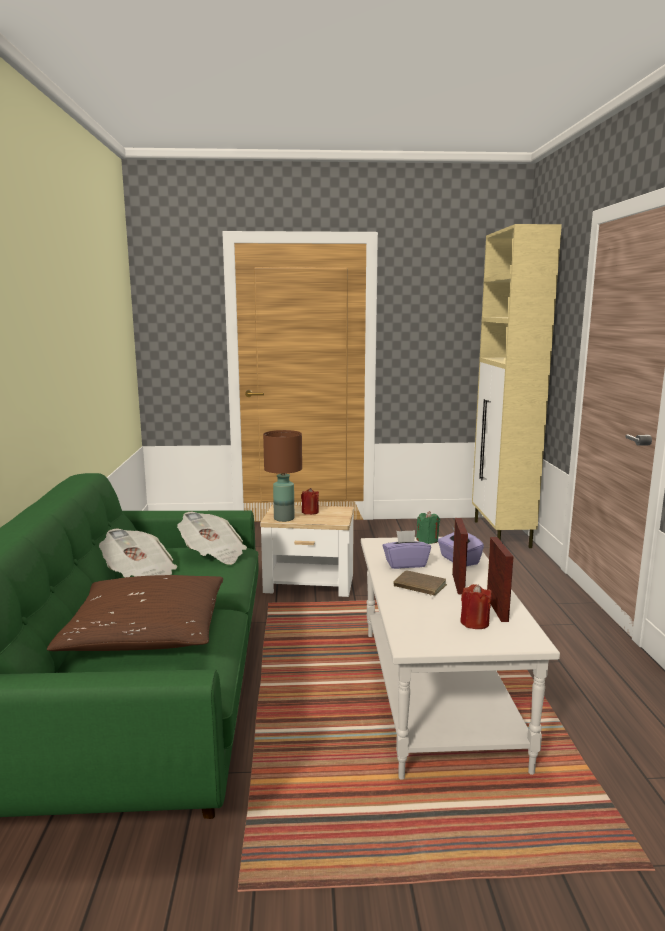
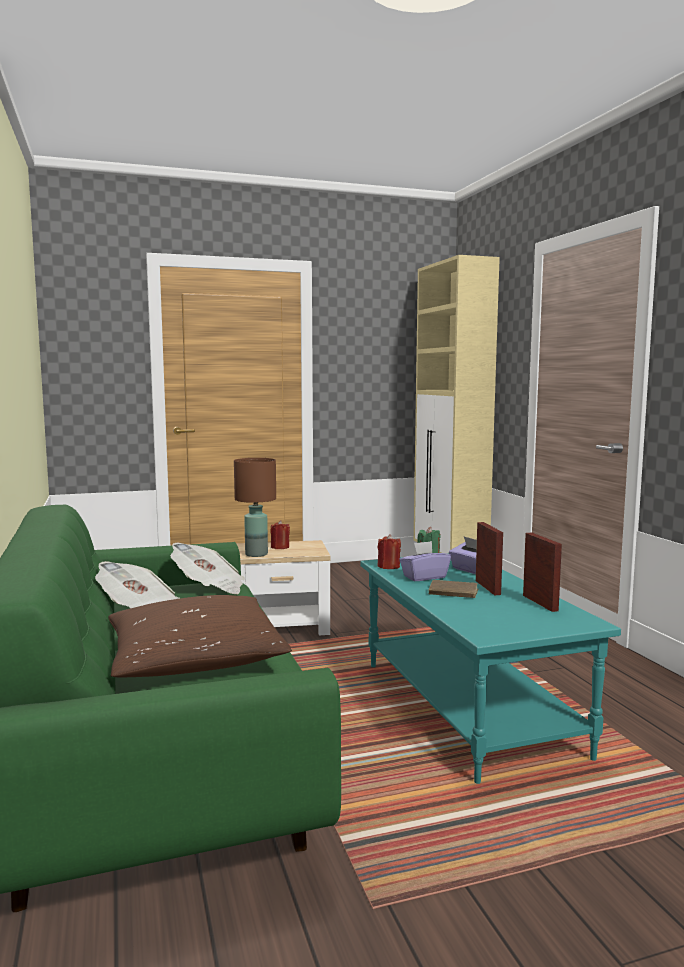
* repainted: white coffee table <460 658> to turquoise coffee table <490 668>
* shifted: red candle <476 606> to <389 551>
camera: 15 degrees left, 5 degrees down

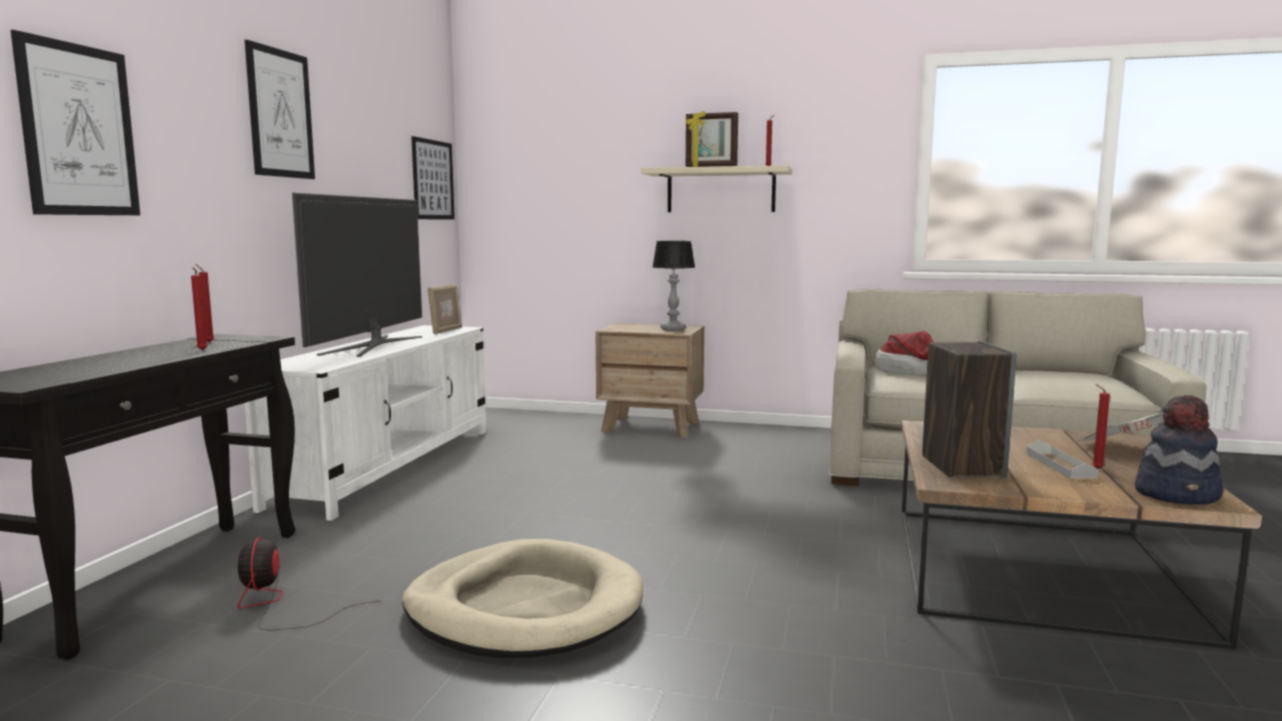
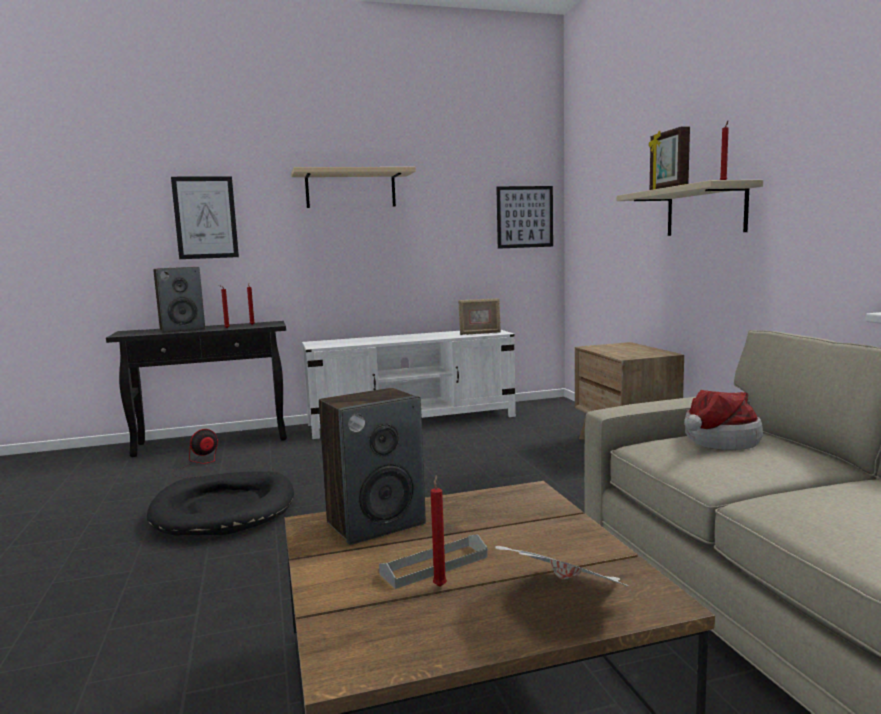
* swapped: picture <280 109> to beige shelf <353 187>
* gone: television <357 274>
* gone: table lamp <674 286>
* gone: hat <1179 450>
* repainted: beige dog bed <522 598> to black dog bed <220 503>
* new: speaker <179 300>
camera: 60 degrees right, 0 degrees up

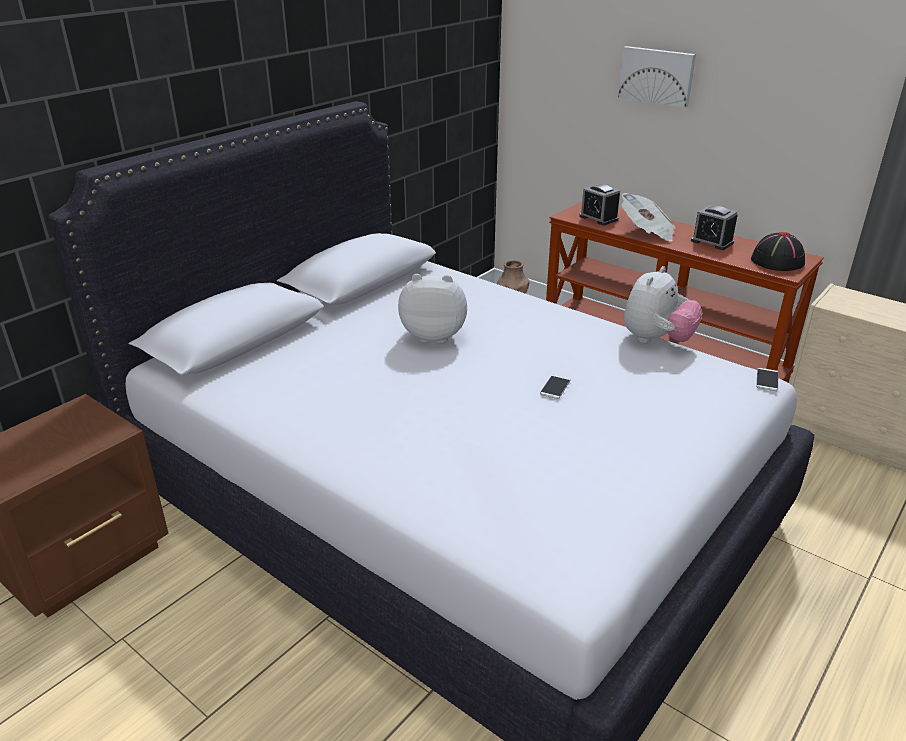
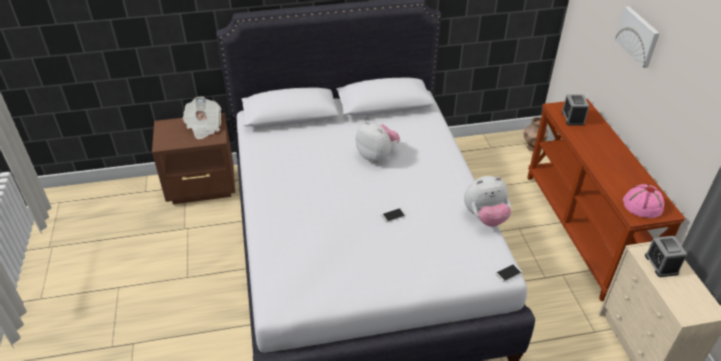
* shifted: newspaper <649 217> to <202 117>
* shifted: alarm clock <714 227> to <666 256>
* repainted: black hat <778 251> to pink hat <643 201>
camera: 40 degrees right, 10 degrees up

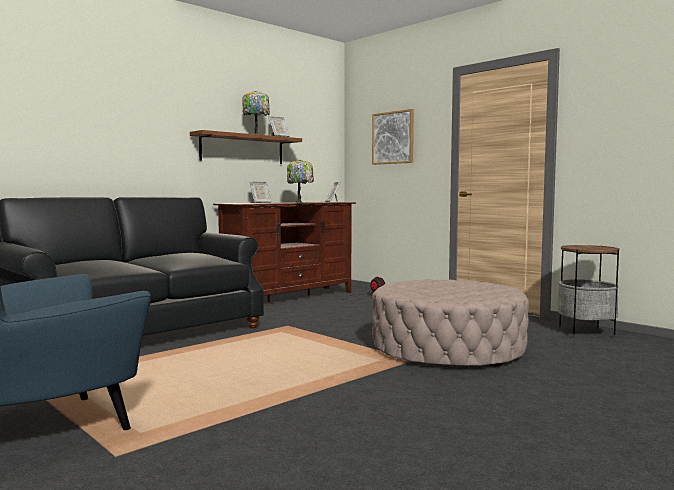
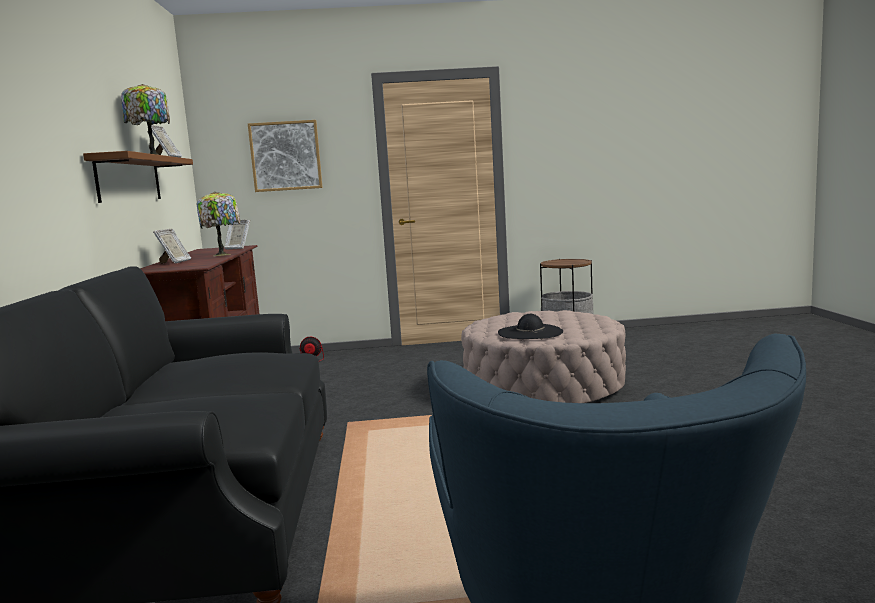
* new: black hat <530 326>
camera: 50 degrees left, 5 degrees up

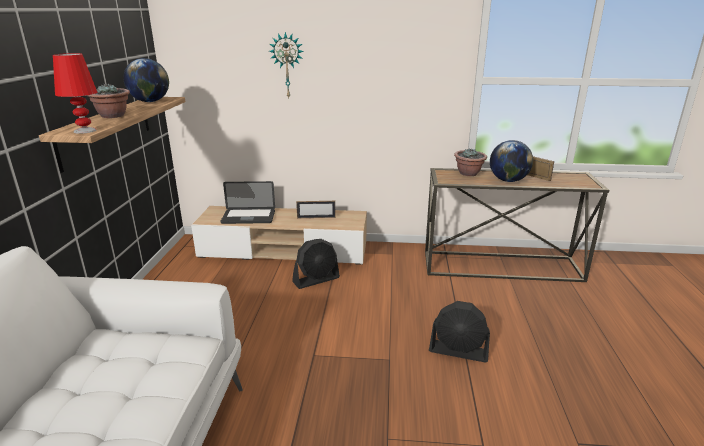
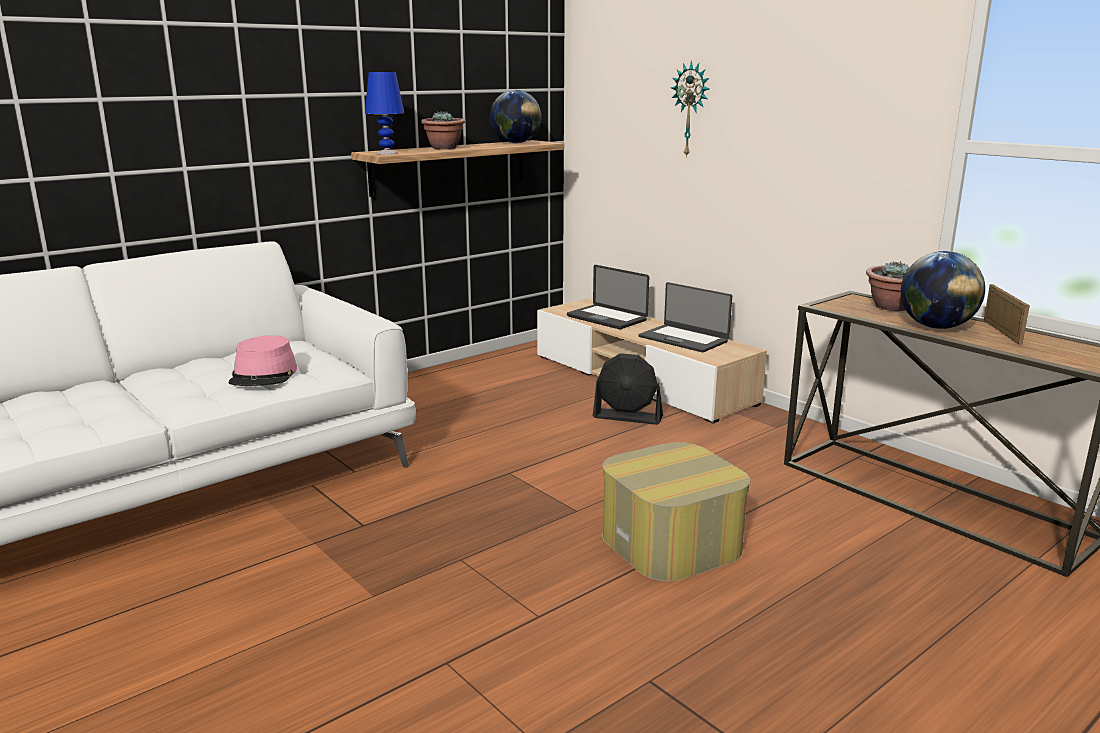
* repainted: red table lamp <75 93> to blue table lamp <384 113>
* swapped: picture frame <316 209> to laptop <685 317>
* swapped: black fan <459 331> to ottoman <676 511>
* new: pink hat <263 360>
camera: 45 degrees right, 5 degrees down

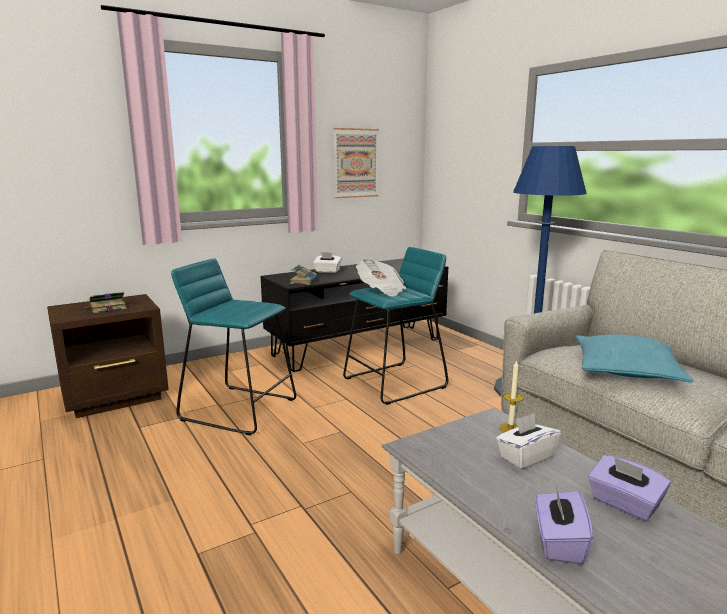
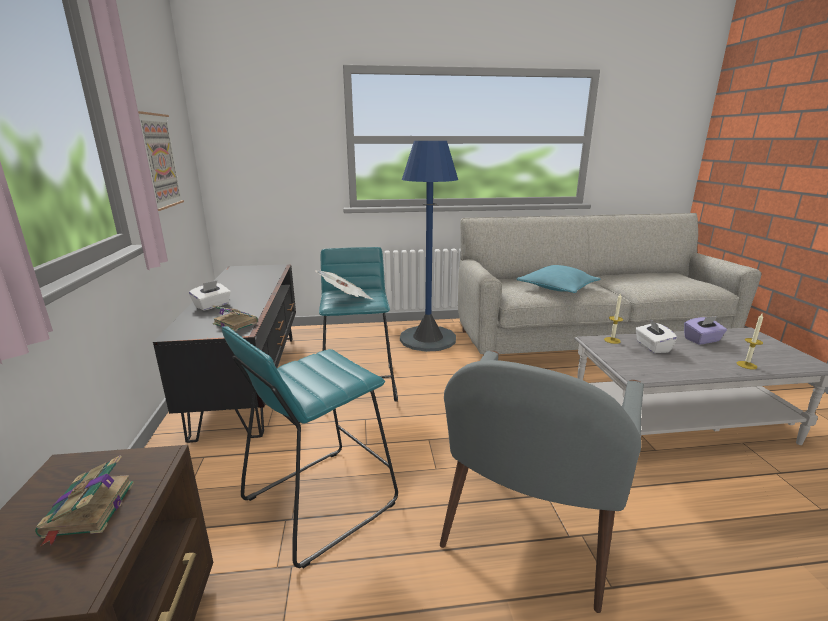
* swapped: purple tissue box <564 525> to candle <750 341>
* new: grey armchair <542 482>
camera: 65 degrees left, 5 degrees up

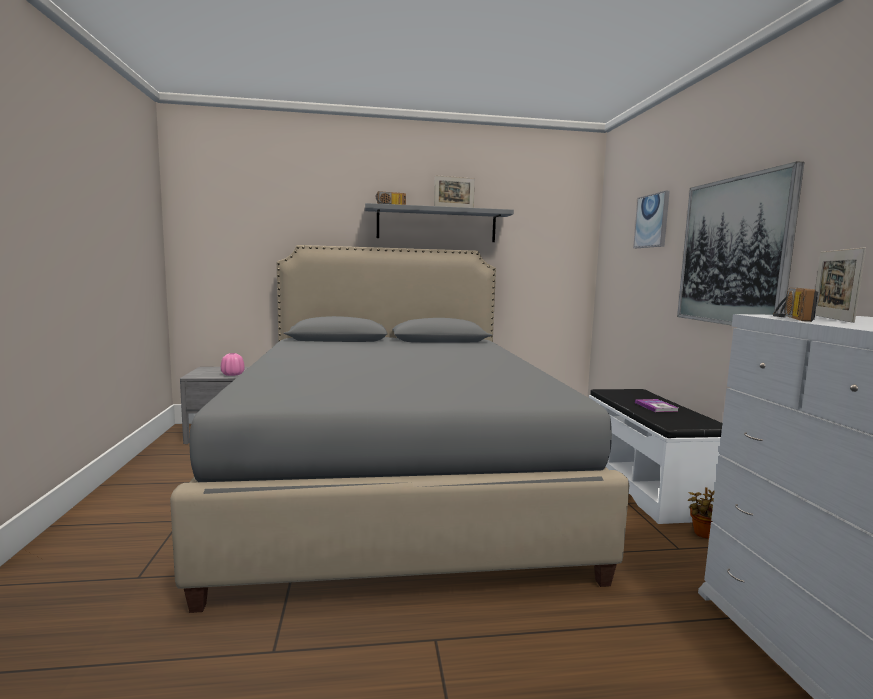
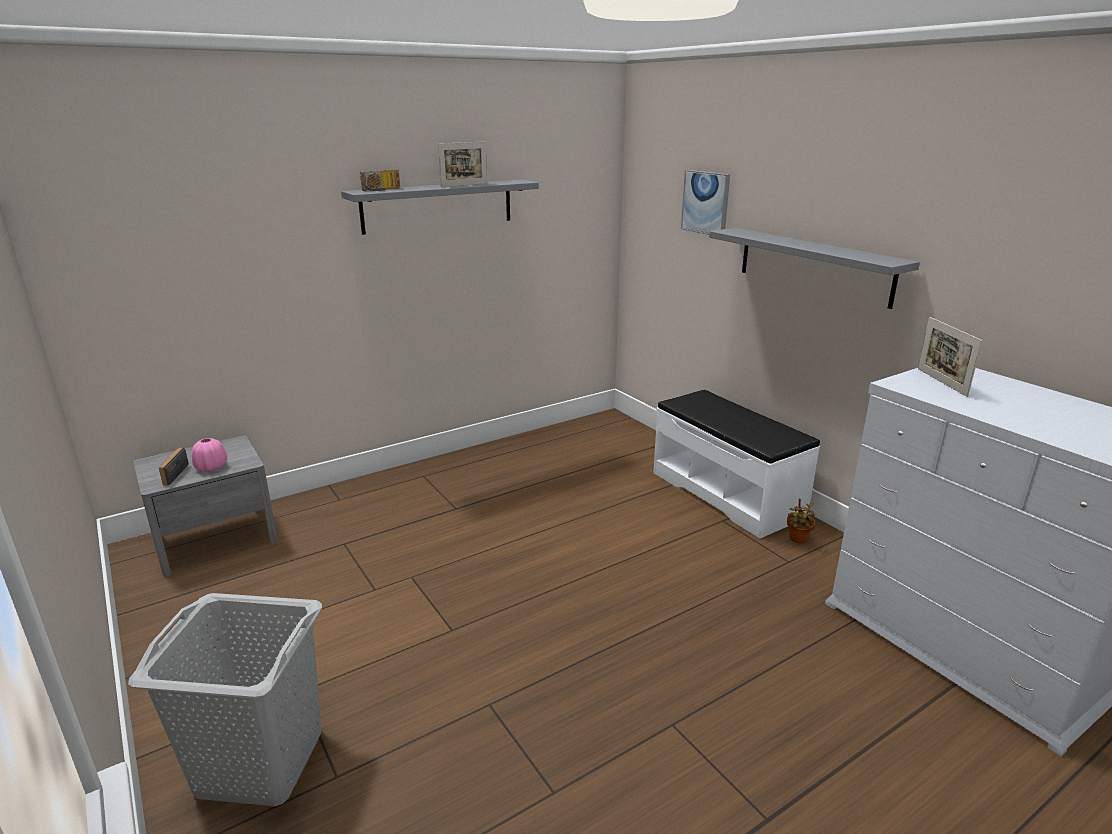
* swapped: picture <740 243> to grey shelf <814 268>
* gone: grey bed <399 429>
* shifted: radio <795 305> to <174 467>
* gone: book <656 405>
* new: grey laundry basket <225 699>
camera: 25 degrees left, 15 degrees up

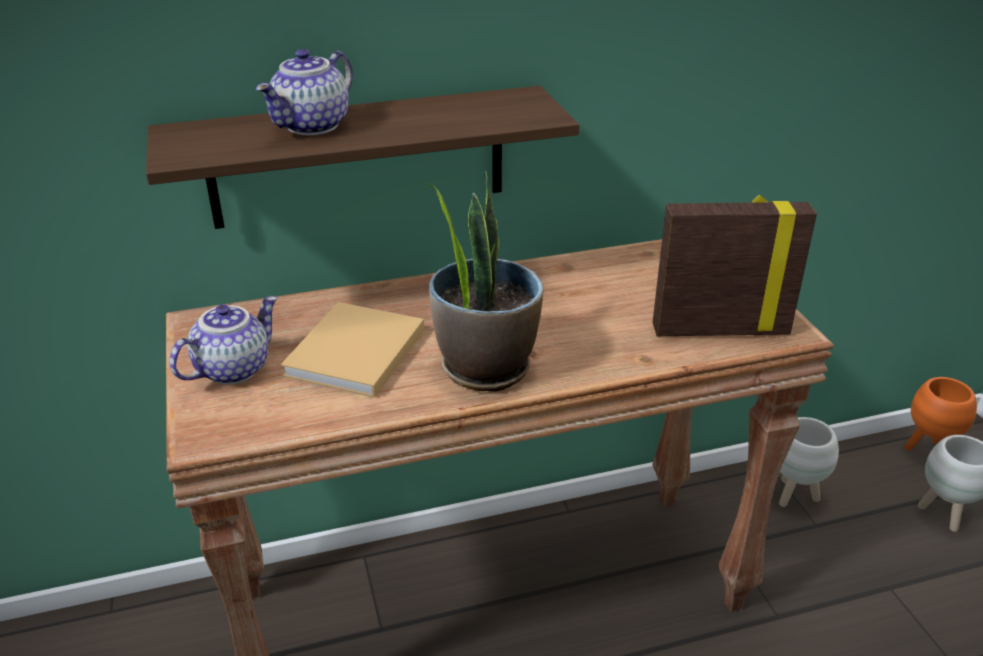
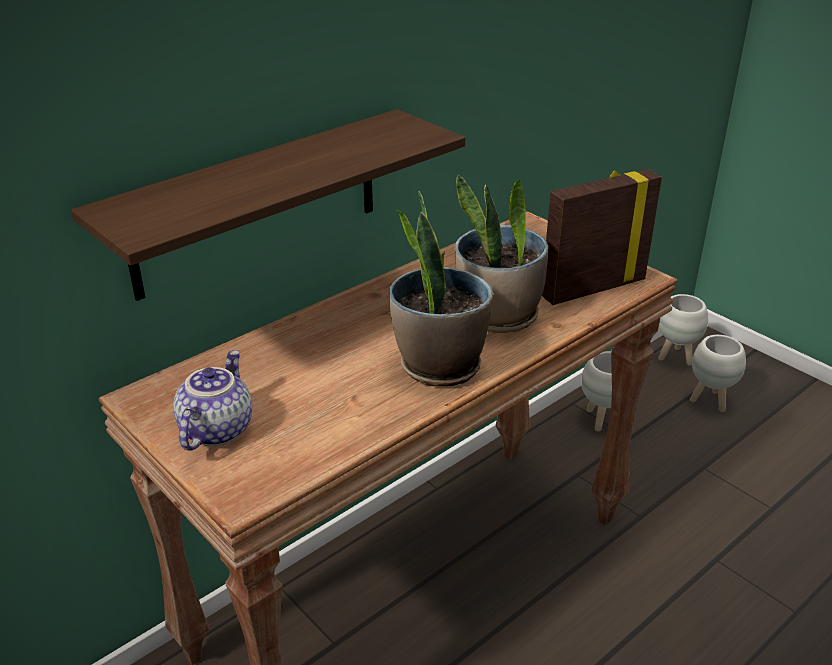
* gone: teapot <304 92>
* gone: beige book <352 350>
* repainted: orange planter <940 413> to white planter <683 330>
* new: potted plant <501 254>
camera: 25 degrees left, 0 degrees up

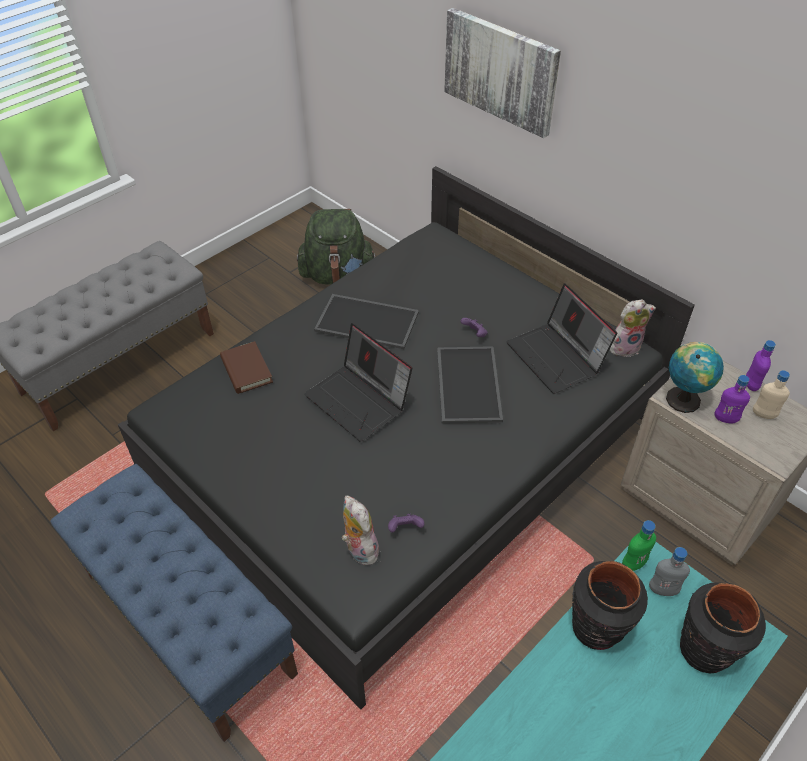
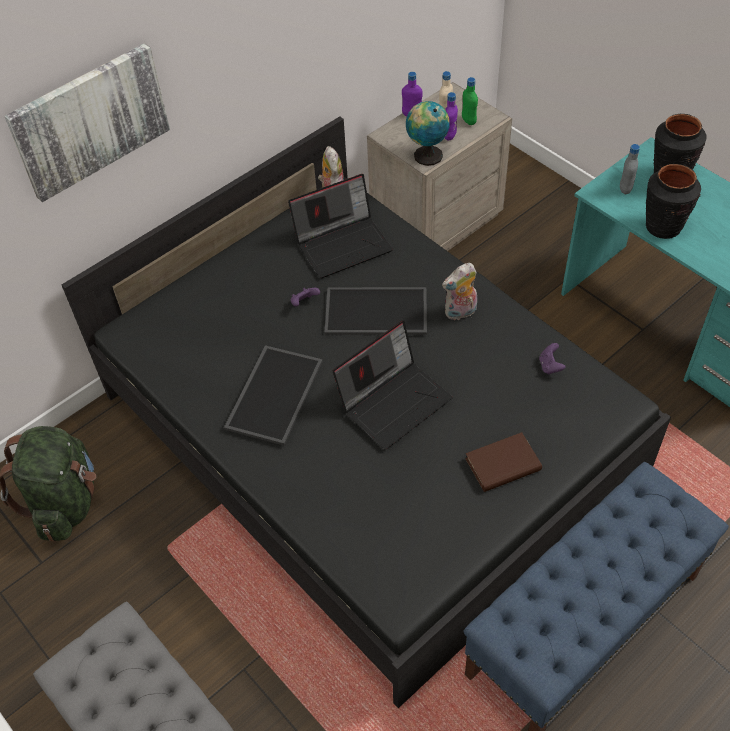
* shifted: brown book <246 367> to <503 462>
* shifted: plush toy <360 530> to <459 291>
* shifted: green bottle <639 545> to <470 101>
camera: 85 degrees left, 5 degrees up

